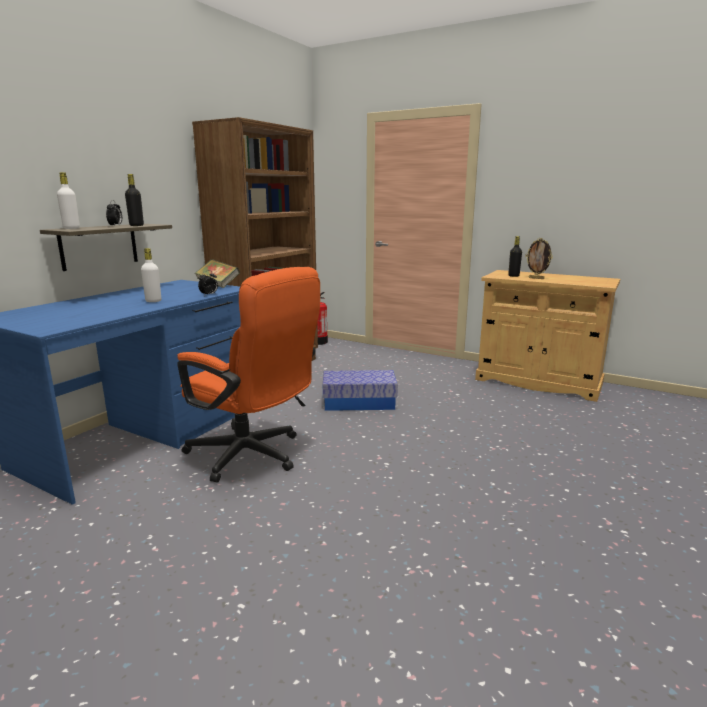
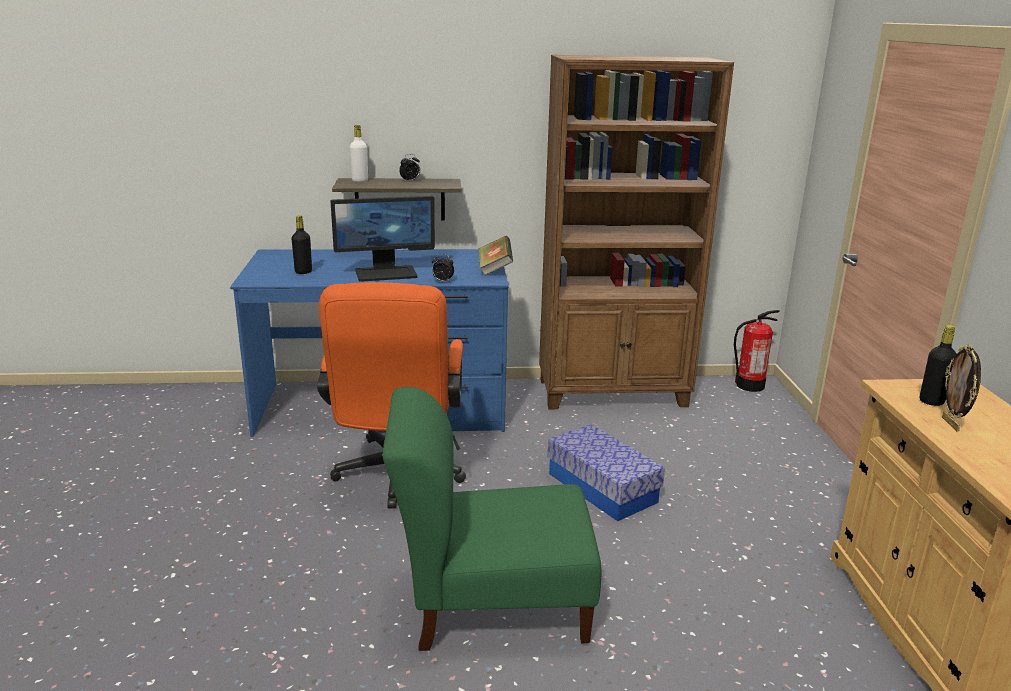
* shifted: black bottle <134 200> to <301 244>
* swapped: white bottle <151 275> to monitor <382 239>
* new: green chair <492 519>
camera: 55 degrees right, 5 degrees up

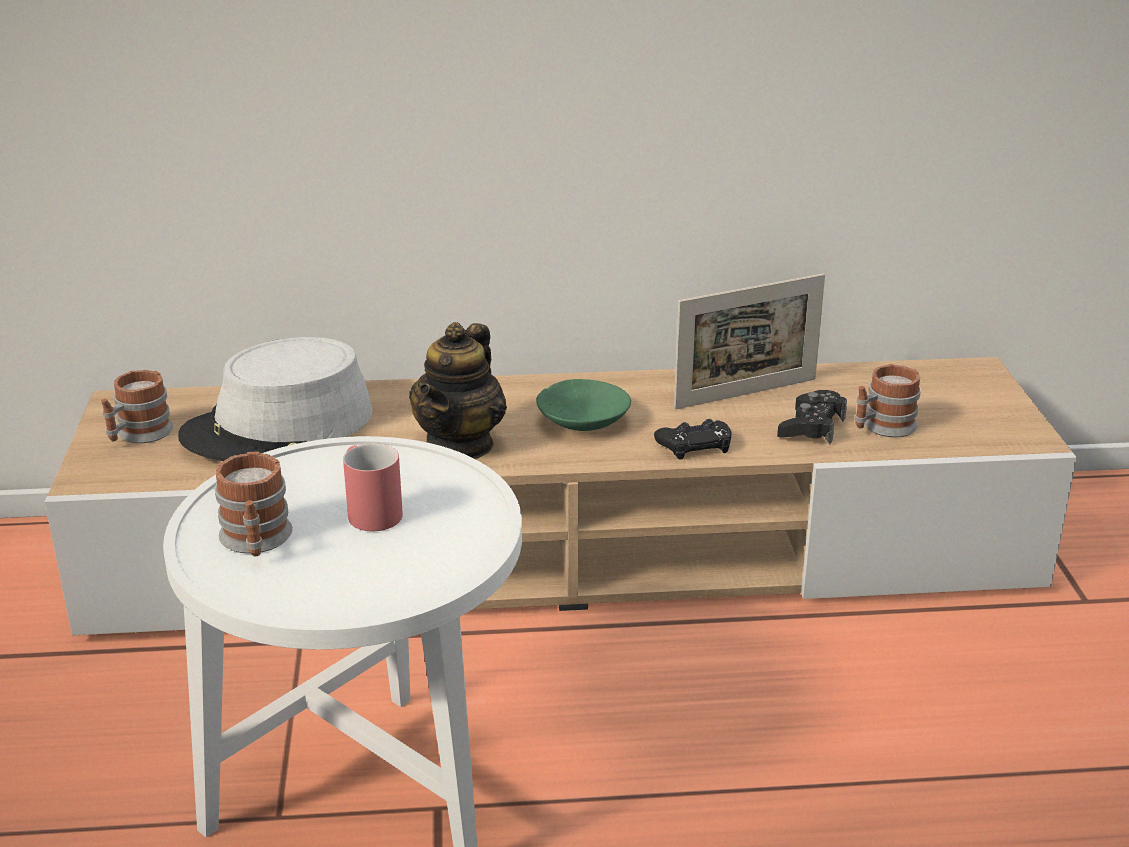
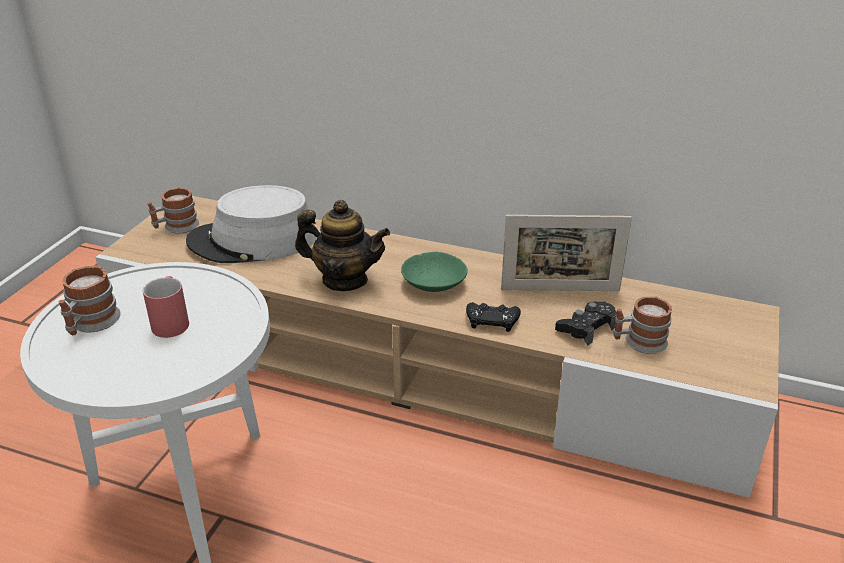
* rotated: teapot <458 390> = <342 245> 120 degrees counterclockwise
camera: 25 degrees right, 5 degrees up

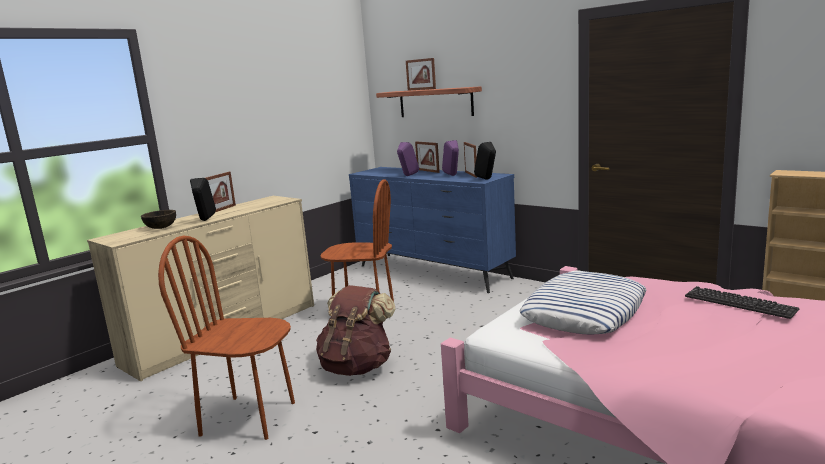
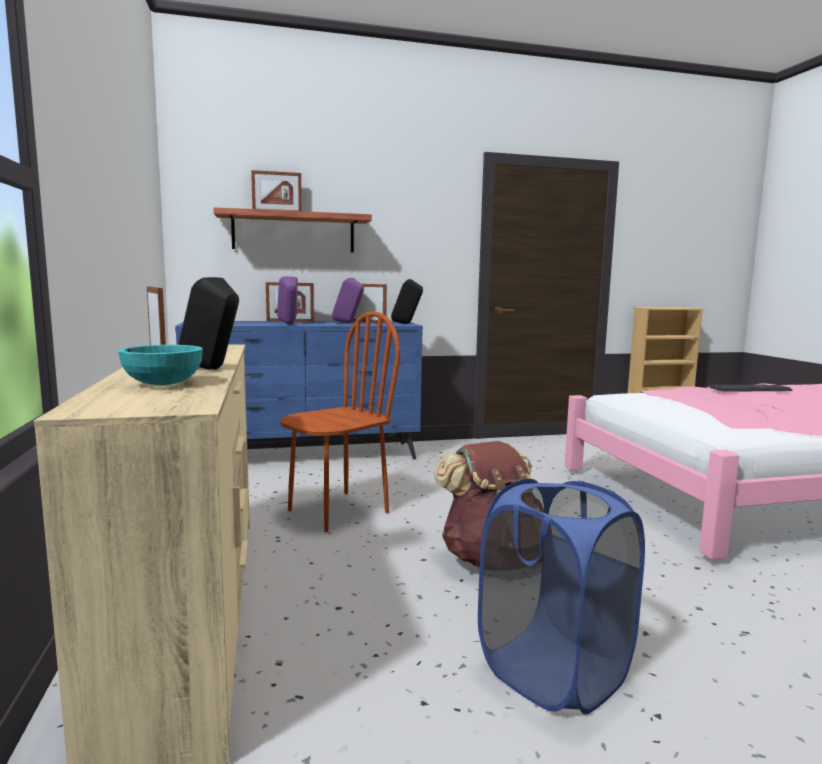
* repainted: brown bowl <158 219> to turquoise bowl <160 365>
* swapped: brown chair <226 338> to blue laundry basket <561 597>
* gone: pillow <582 303>
camera: 55 degrees left, 5 degrees down

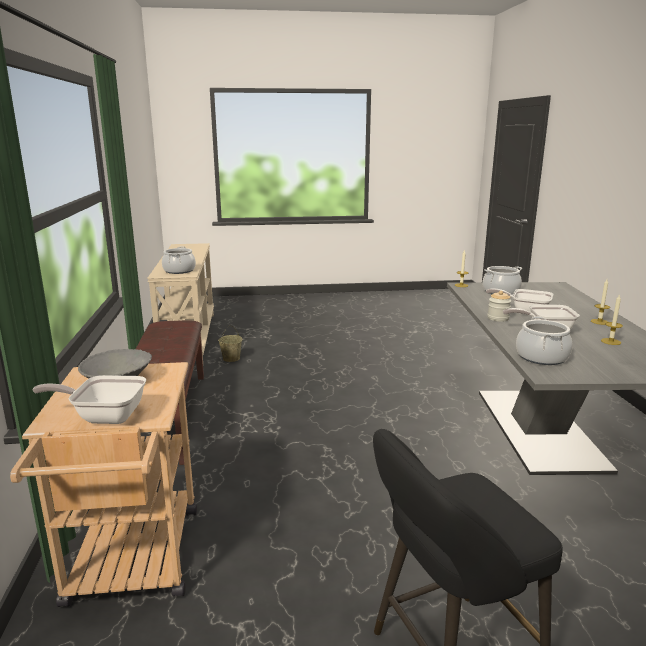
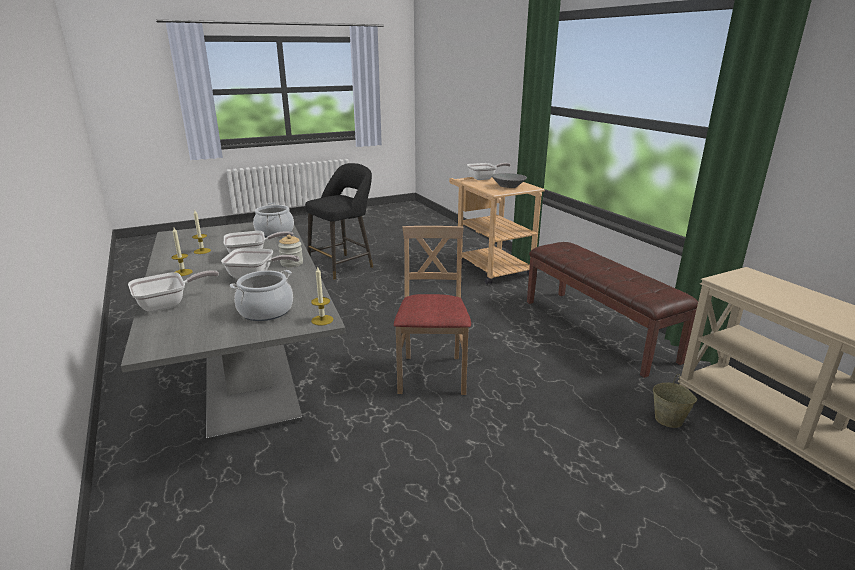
* gone: cooking pot <179 260>
* new: beige chair <432 310>
* new: frying pan <173 291>
camera: 160 degrees right, 5 degrees up

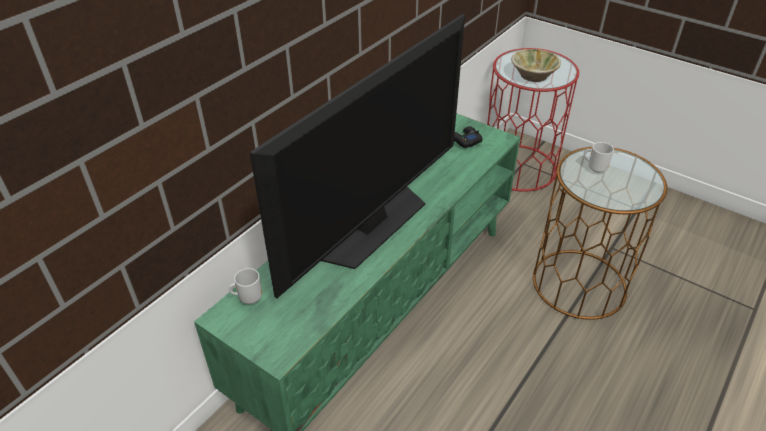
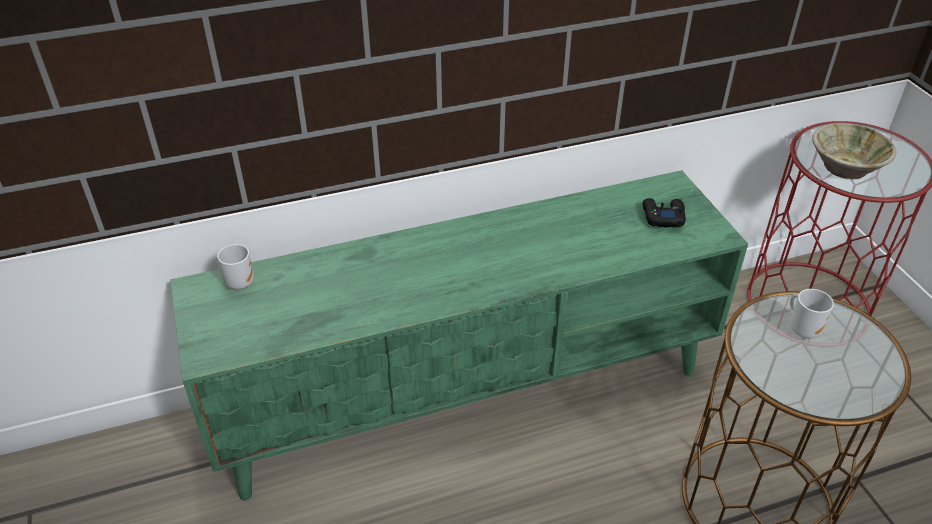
* gone: television <357 156>
camera: 35 degrees right, 0 degrees up

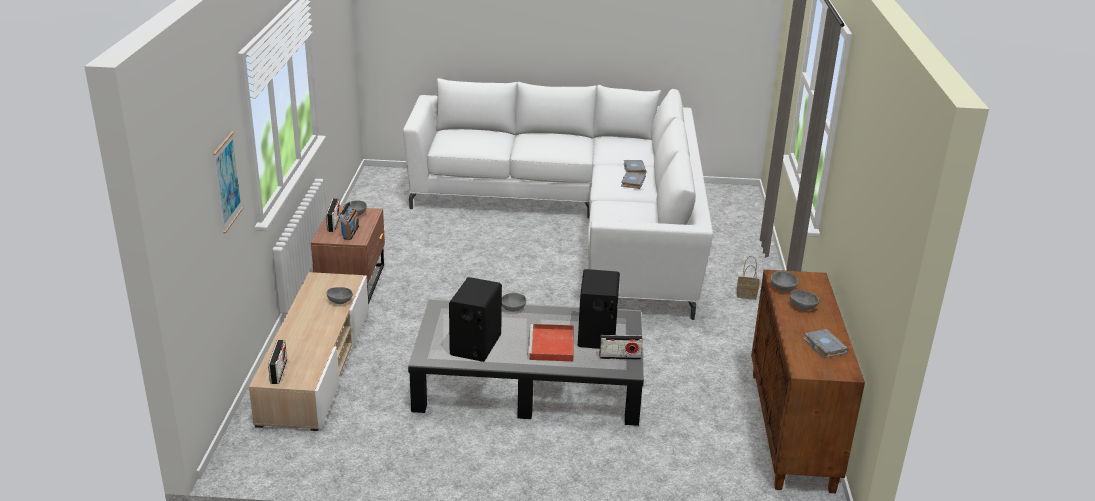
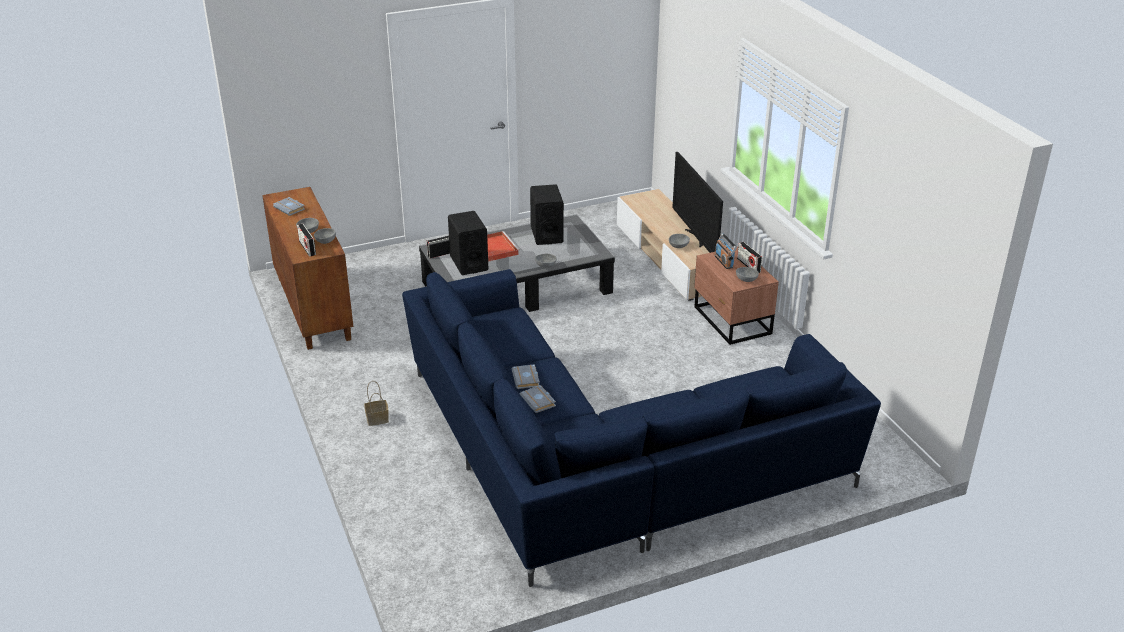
* repainted: white sofa <558 199> to blue sofa <641 428>
* gone: picture <228 182>
* shifted: radio <277 362> to <306 240>
* new: television <697 202>
camera: 155 degrees right, 5 degrees up

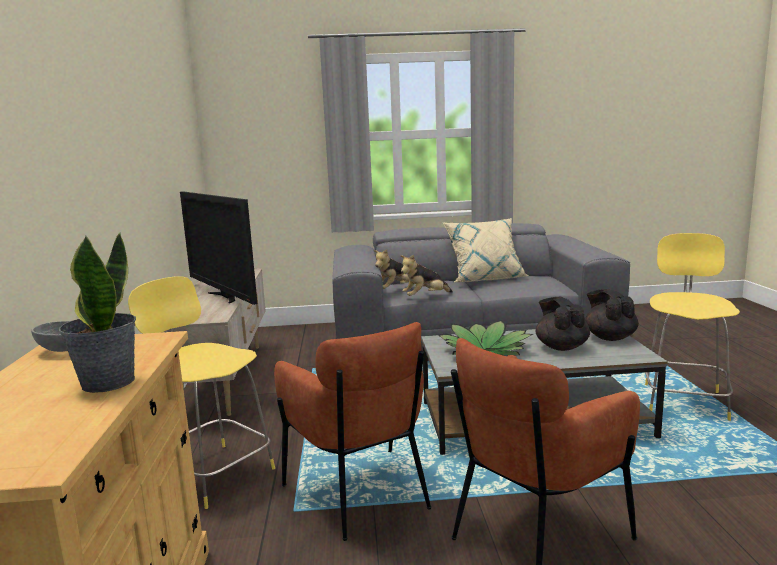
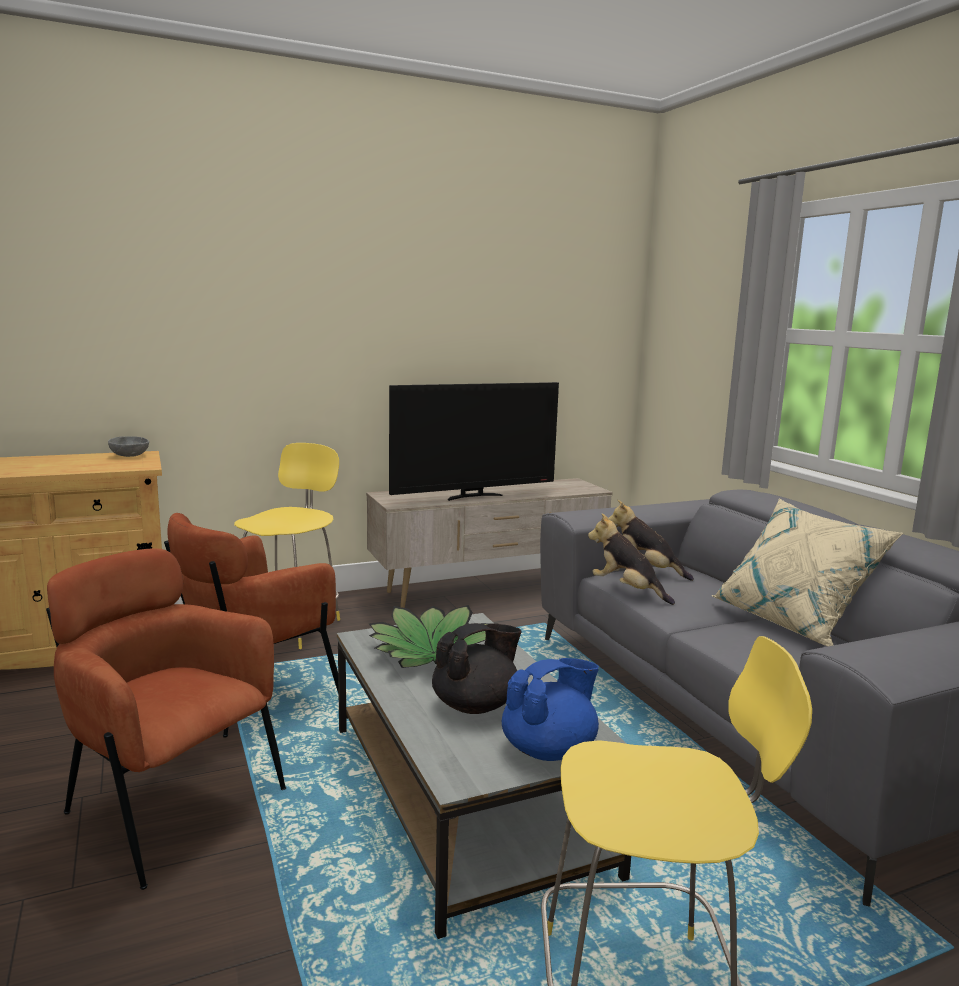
* rotated: television <218 248> = <474 441> 150 degrees counterclockwise
* gone: potted plant <97 312>
* repainted: black teapot <612 315> to blue teapot <550 709>
camera: 70 degrees right, 0 degrees up

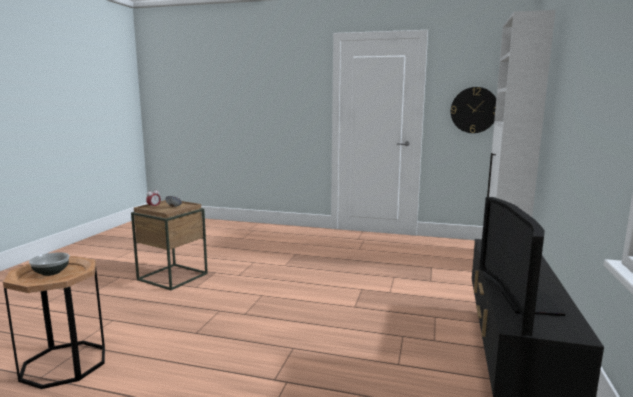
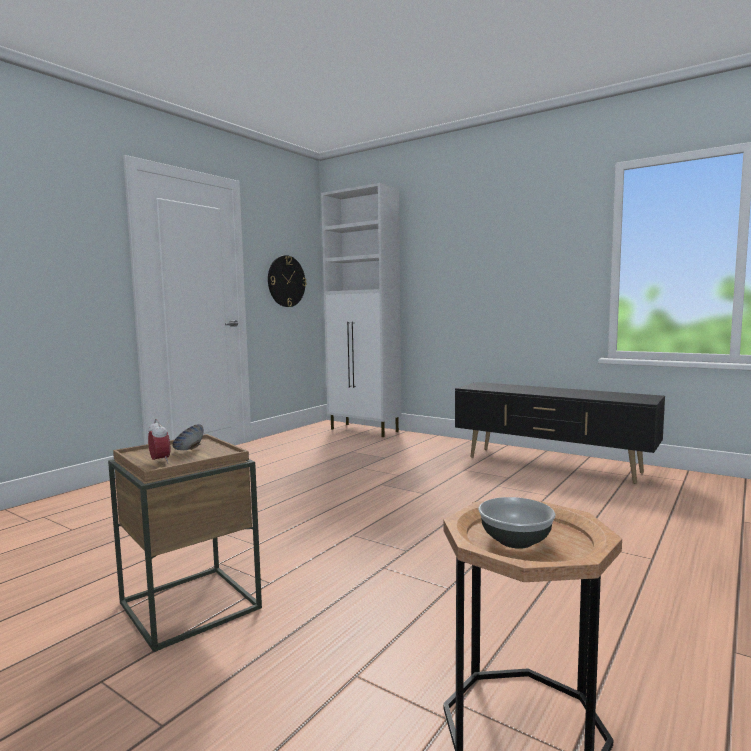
* gone: television <522 266>
camera: 70 degrees left, 5 degrees down

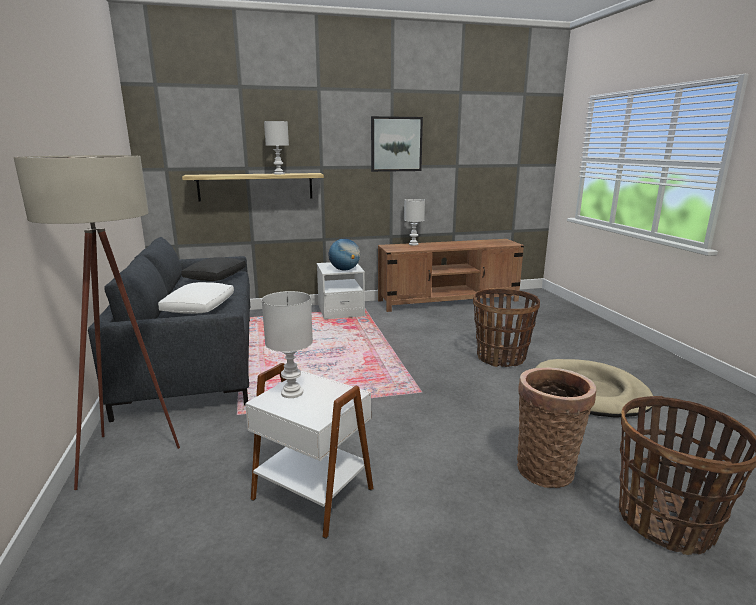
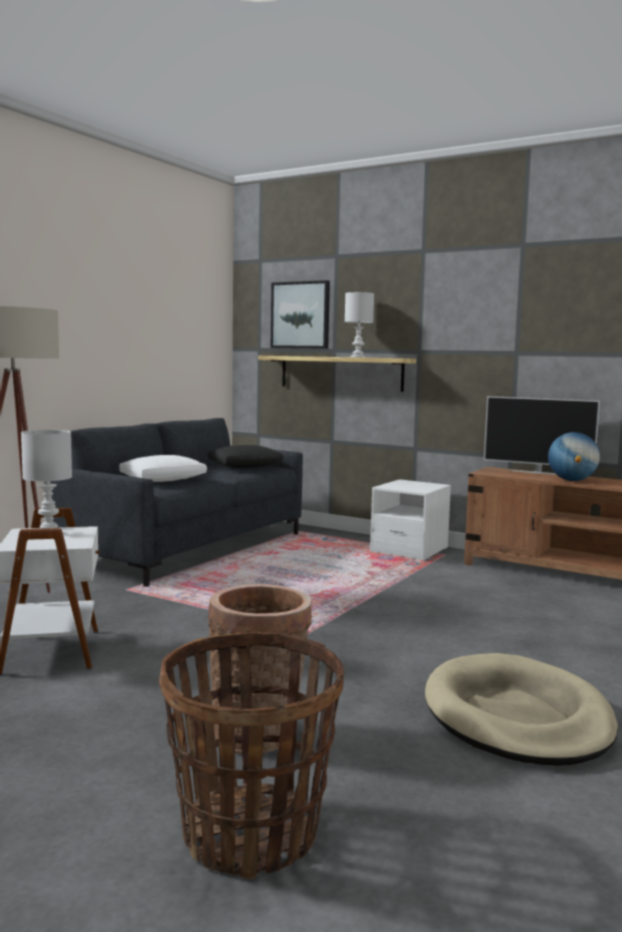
* shifted: picture <397 144> to <300 314>
* swapped: white table lamp <414 222> to television <542 435>
* shifted: globe <344 255> to <574 456>
* gone: basket <506 328>
camera: 45 degrees right, 10 degrees down

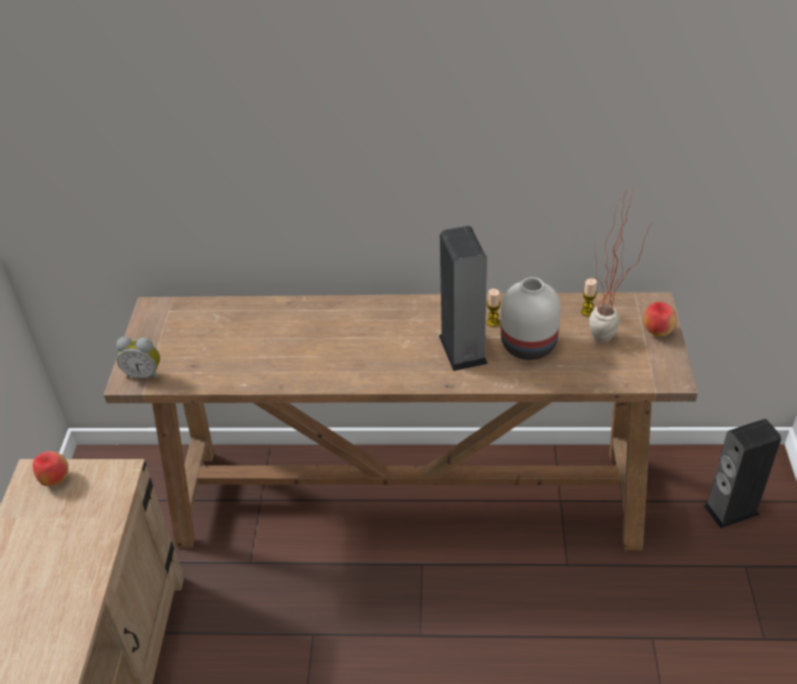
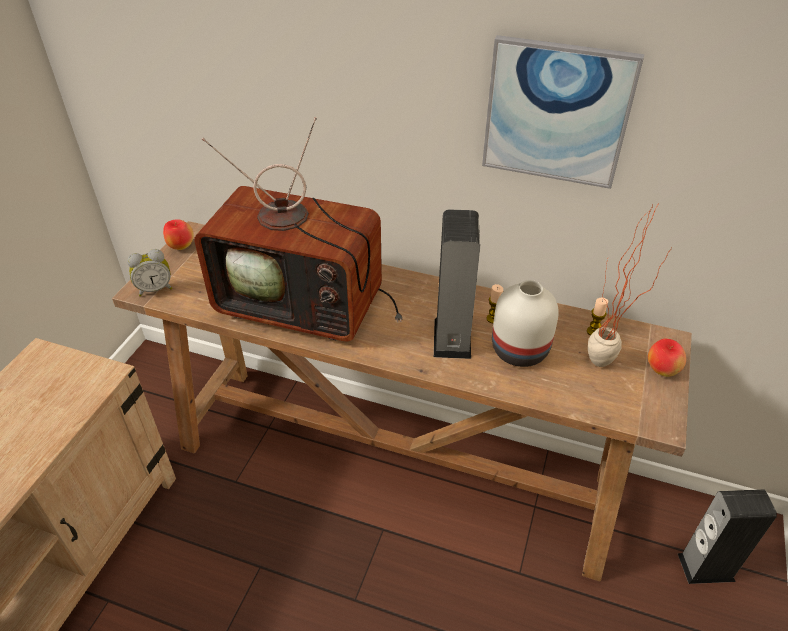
* rotated: alarm clock <138 358> = <149 273> 45 degrees counterclockwise
* shifted: apple <51 468> to <178 234>
* new: picture <563 112>
* new: television <298 229>
camera: 15 degrees right, 0 degrees up

